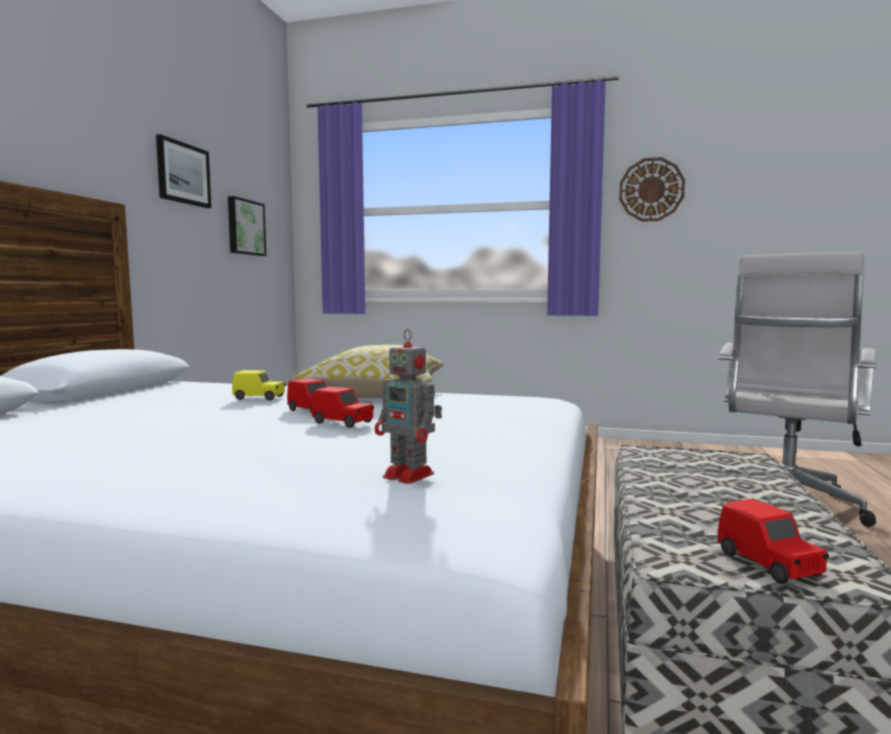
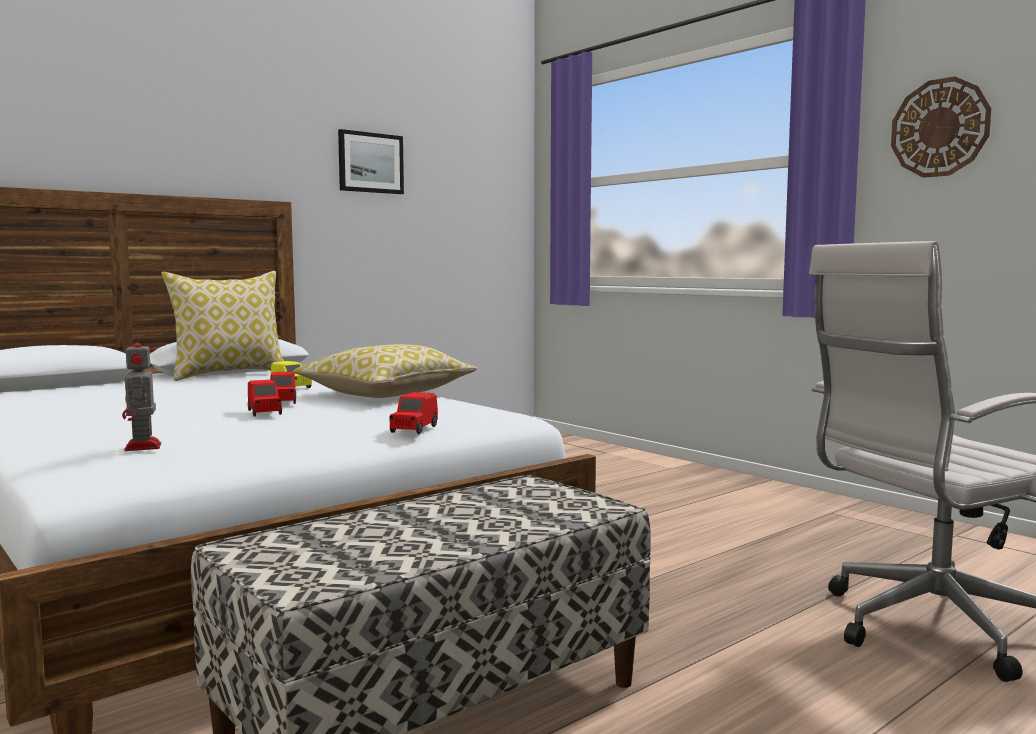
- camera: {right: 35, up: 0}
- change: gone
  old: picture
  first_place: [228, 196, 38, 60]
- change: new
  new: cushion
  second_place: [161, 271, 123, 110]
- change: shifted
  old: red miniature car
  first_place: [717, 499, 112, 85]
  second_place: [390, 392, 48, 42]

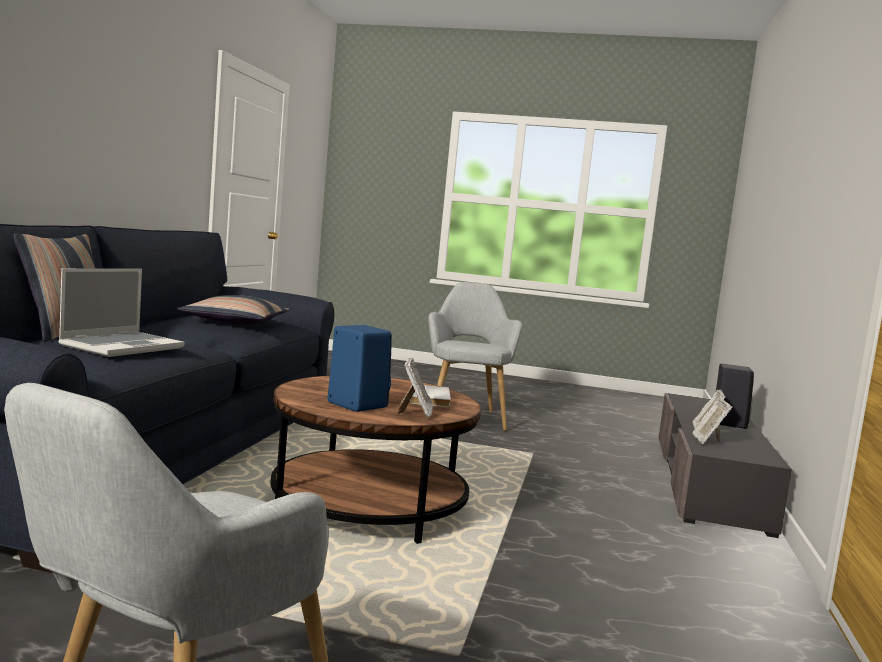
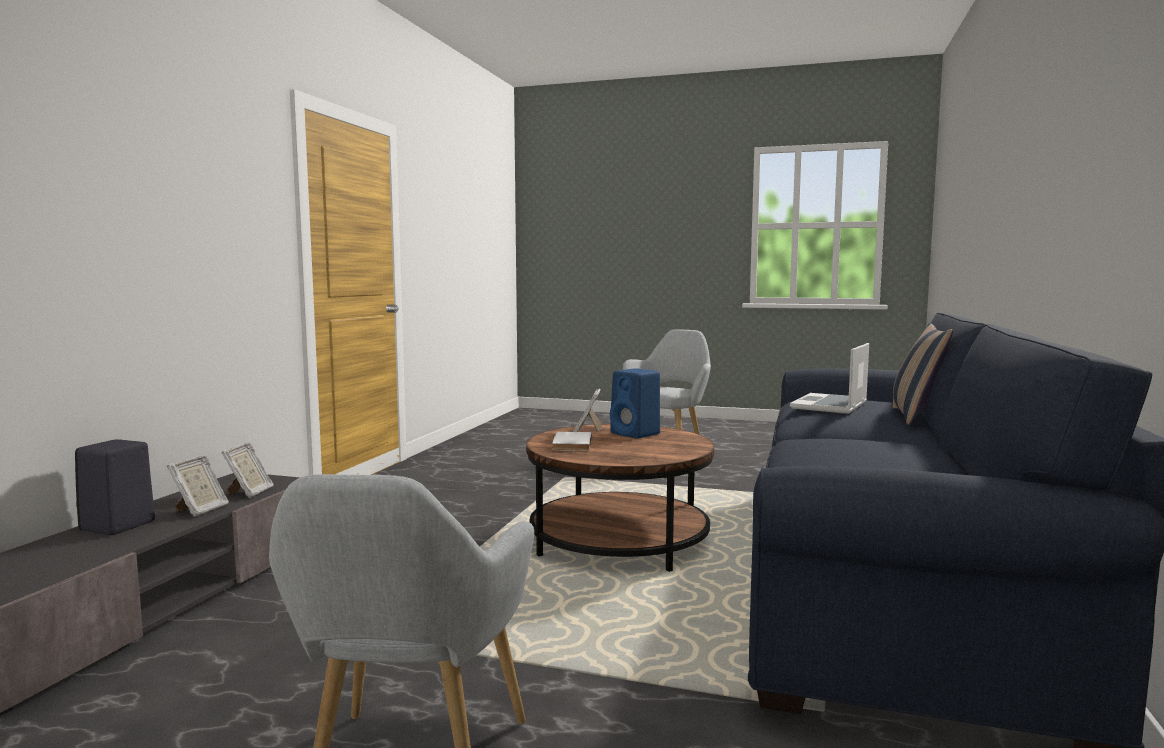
- camera: {right: -175, up: 0}
- change: gone
  old: cushion
  first_place: [177, 295, 112, 30]

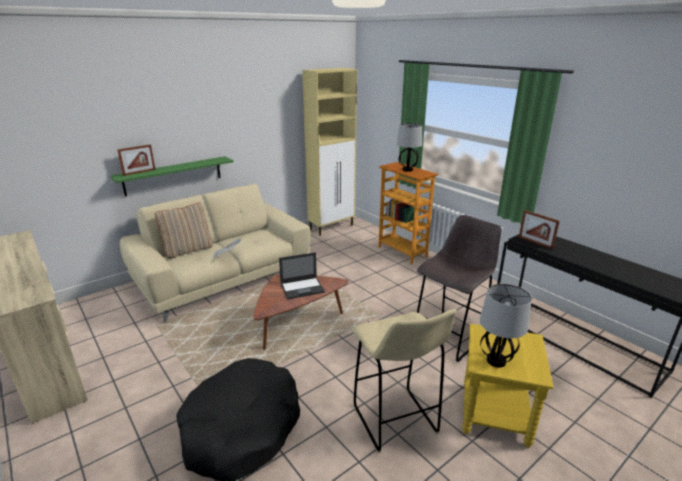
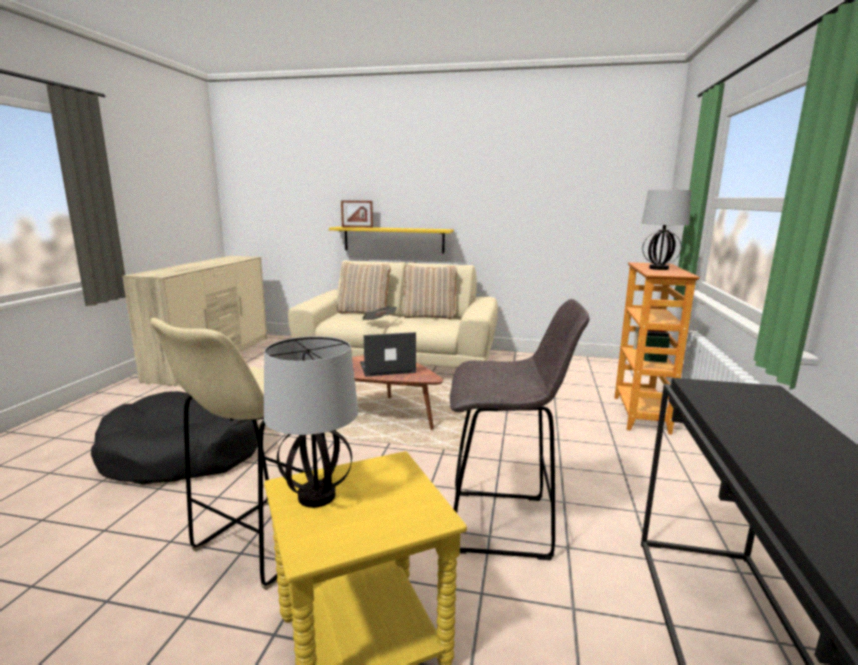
- camera: {right: 50, up: -10}
- change: gone
  old: beige-coloured cabinet
  first_place: [302, 68, 55, 168]
- change: gone
  old: picture frame
  first_place: [519, 210, 41, 39]
- change: new
  new: beige-coloured cushion
  second_place: [403, 265, 54, 54]
- change: repainted
  old: green shelf
  new: yellow-coloured shelf
  first_place: [111, 156, 122, 41]
  second_place: [329, 227, 125, 27]
- change: rotated
  old: portable computer
  first_place: [279, 252, 46, 47]
  second_place: [360, 332, 56, 45]
  degrees: 135

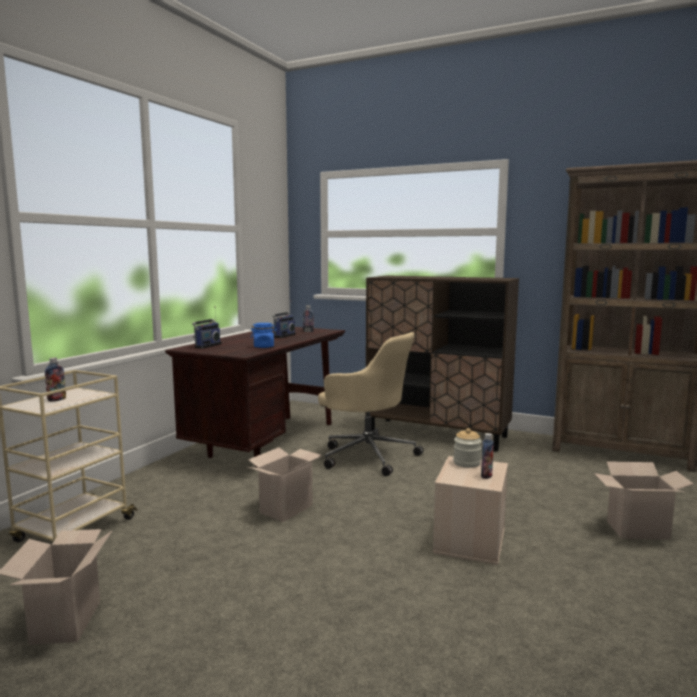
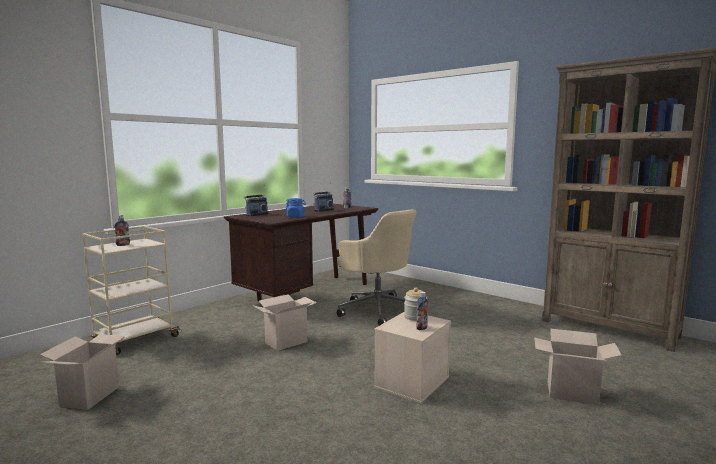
- camera: {right: 15, up: 0}
- change: gone
  old: brown-coloured cabinet
  first_place: [365, 276, 154, 176]

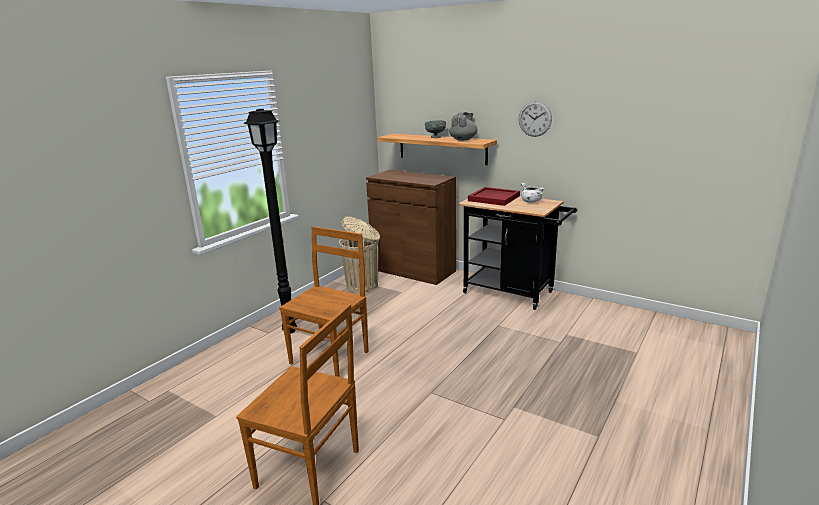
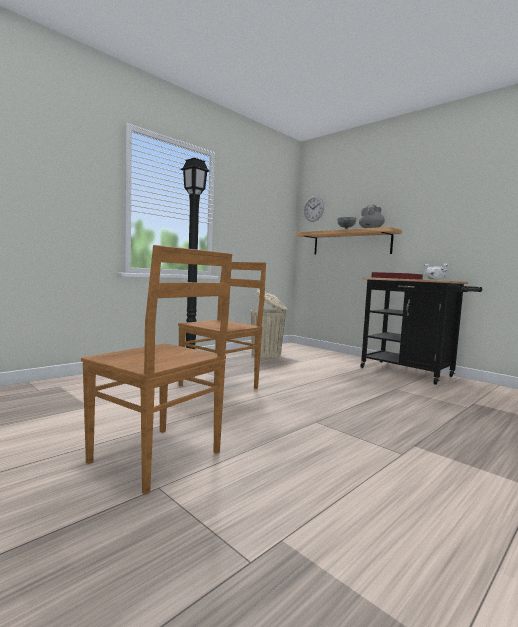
- camera: {right: 10, up: -15}
- change: gone
  old: brown-coloured cabinet
  first_place: [366, 170, 90, 115]
- change: shifted
  old: clock on the wall
  first_place: [519, 101, 33, 36]
  second_place: [304, 196, 20, 26]

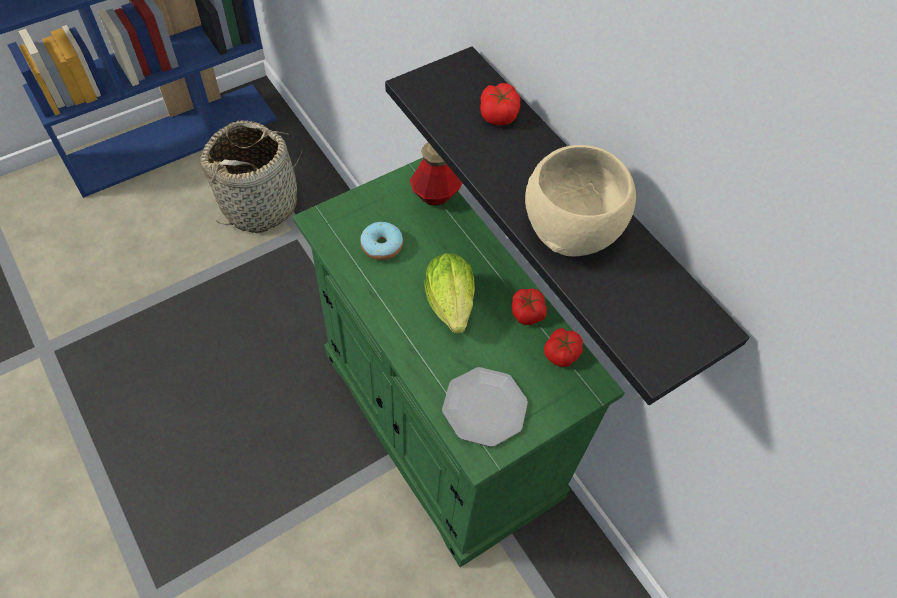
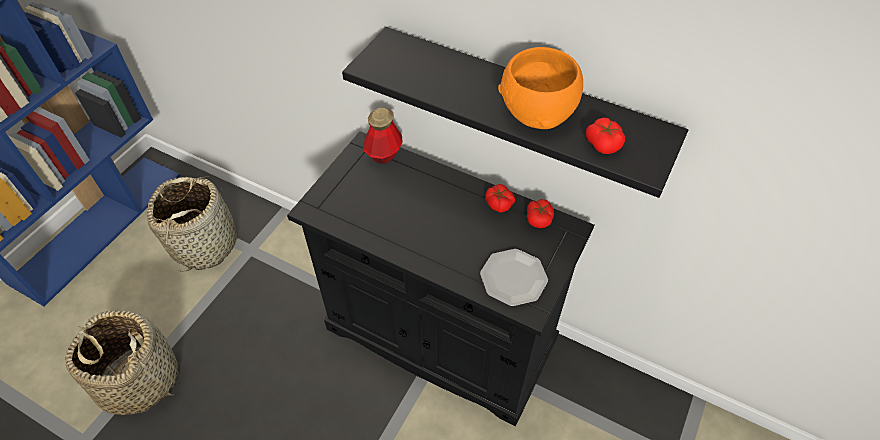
- camera: {right: -25, up: -5}
- change: gone
  old: donut
  first_place: [360, 222, 43, 38]
- change: gone
  old: lettuce head
  first_place: [424, 253, 51, 81]
- change: new
  new: household basket
  second_place: [65, 310, 114, 105]
- change: shifted
  old: fresh tomato
  first_place: [480, 83, 40, 43]
  second_place: [586, 118, 39, 36]
- change: repainted
  old: green cabinet
  new: blackish cabinet
  first_place: [293, 158, 332, 409]
  second_place: [287, 131, 307, 295]
- change: repainted
  old: beige-coloured deep dish
  new: orangey deep dish
  first_place: [525, 145, 111, 111]
  second_place: [498, 47, 85, 82]

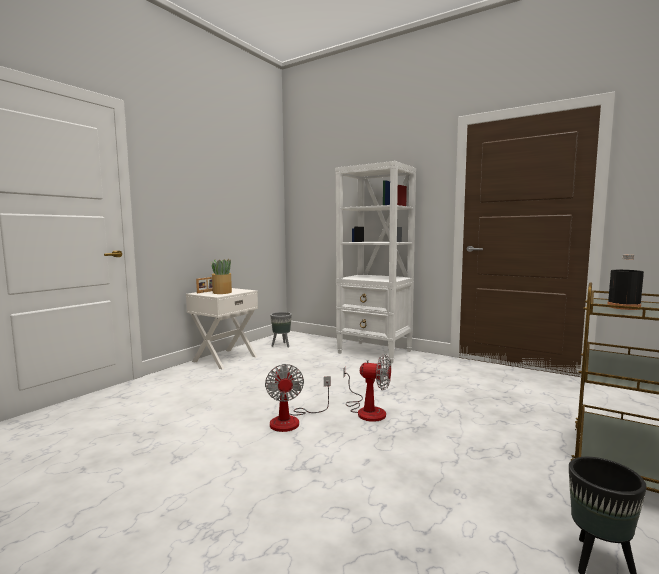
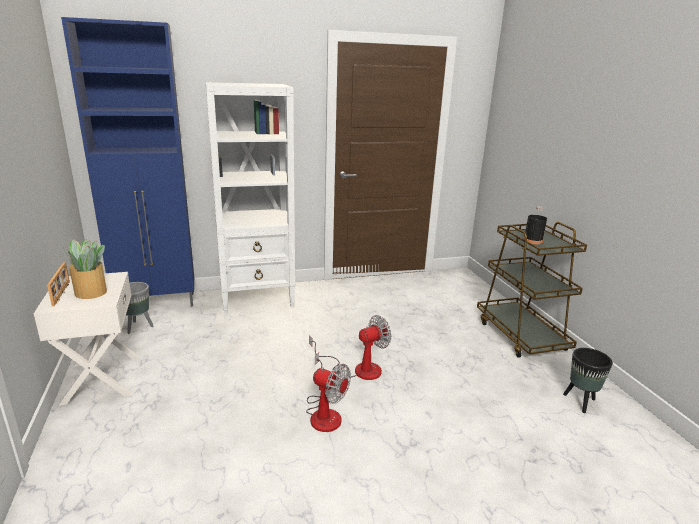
- camera: {right: -50, up: 15}
- change: new
  new: bluish cabinet
  second_place: [61, 17, 133, 290]

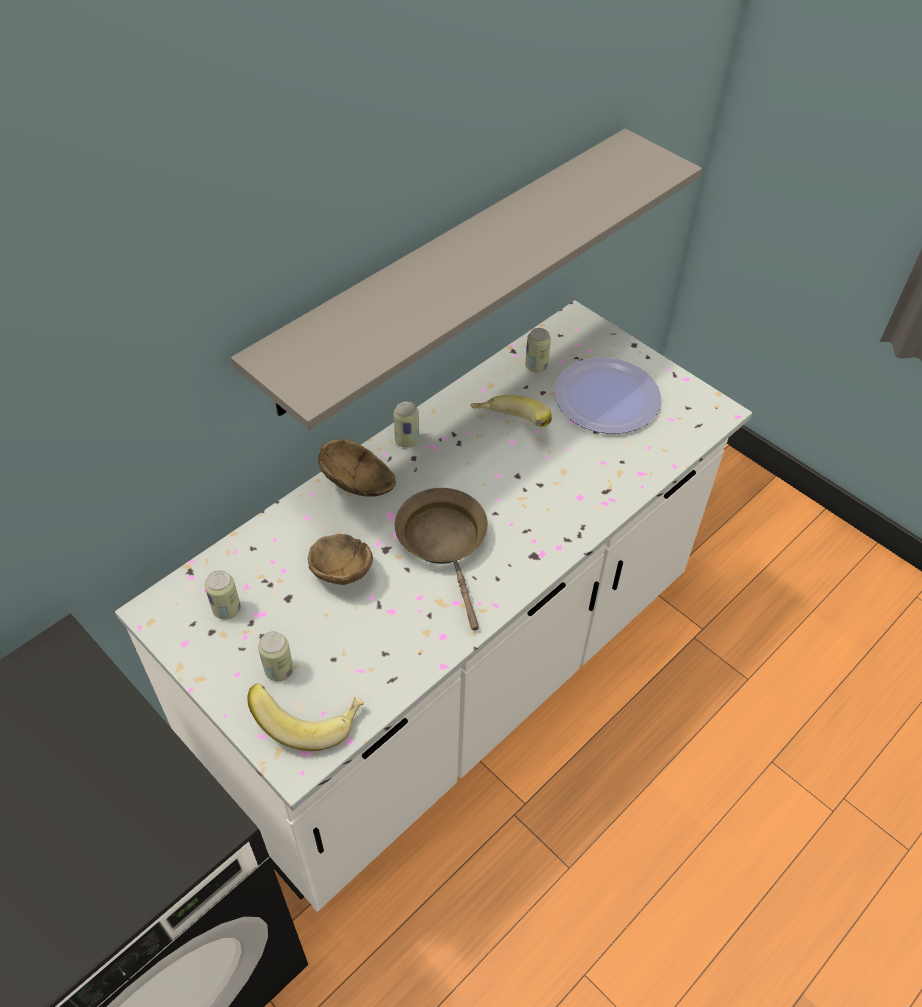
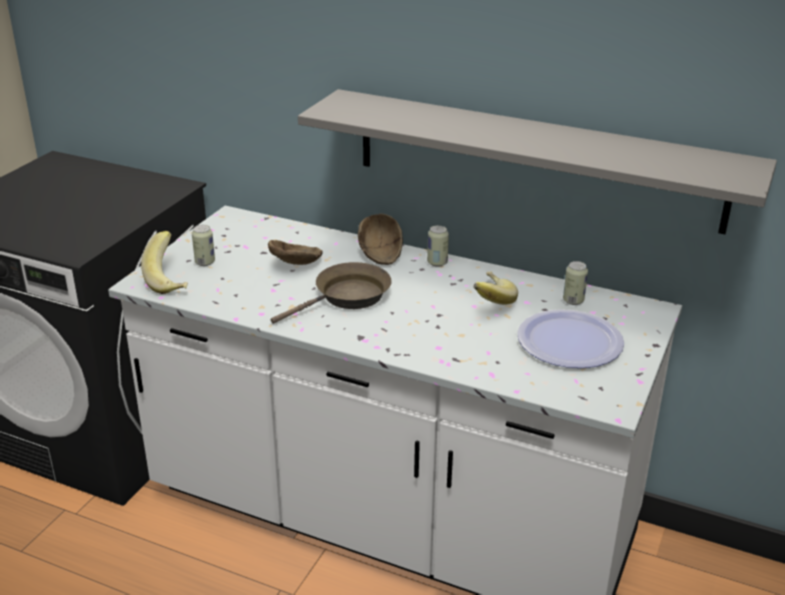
- camera: {right: 70, up: -20}
- change: gone
  old: sealed can
  first_place: [205, 571, 36, 49]

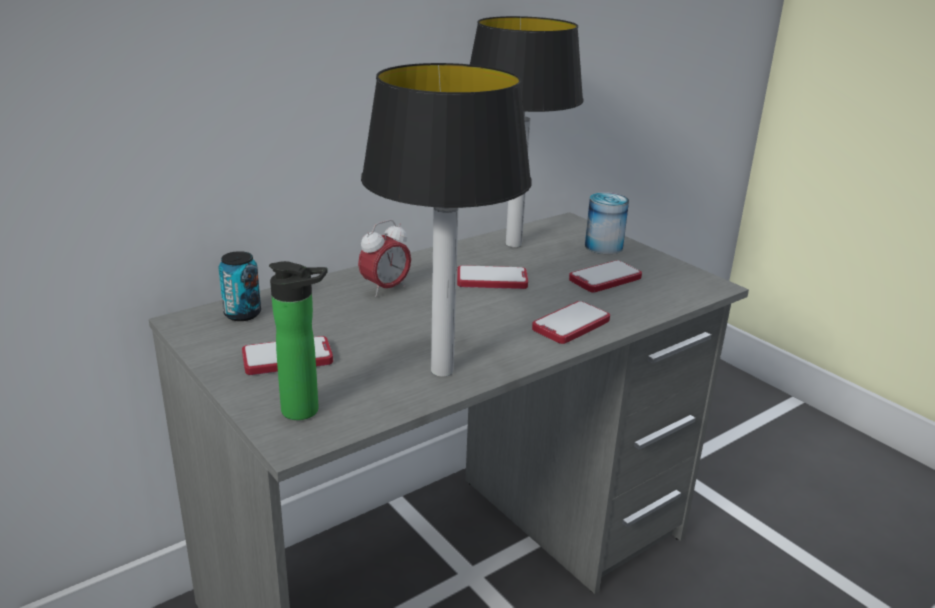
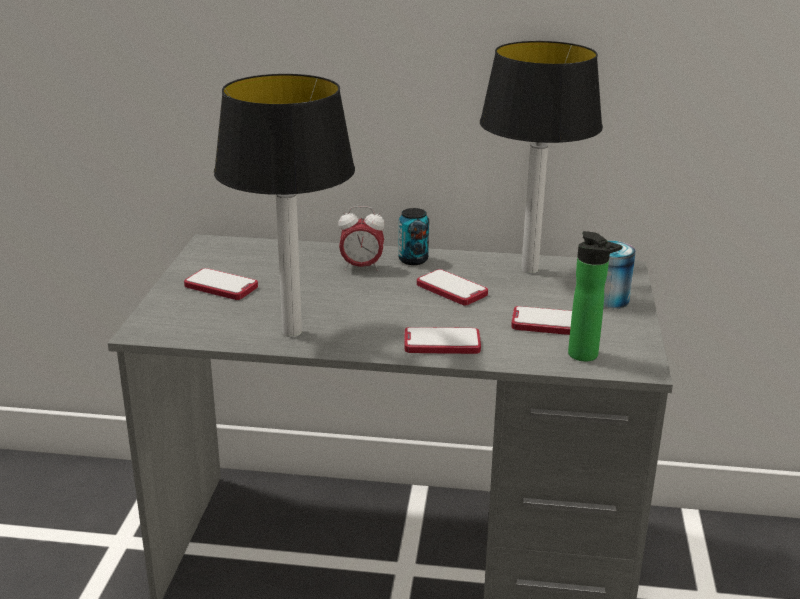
- camera: {right: 45, up: 0}
- change: shifted
  old: sealed can
  first_place: [218, 251, 43, 70]
  second_place: [398, 208, 31, 57]
- change: shifted
  old: beverage bottle
  first_place: [269, 261, 59, 159]
  second_place: [568, 231, 54, 130]

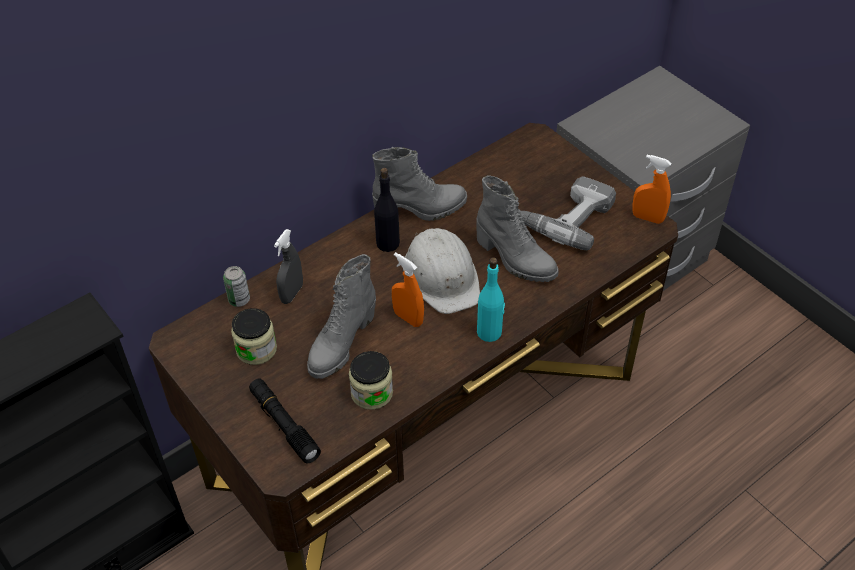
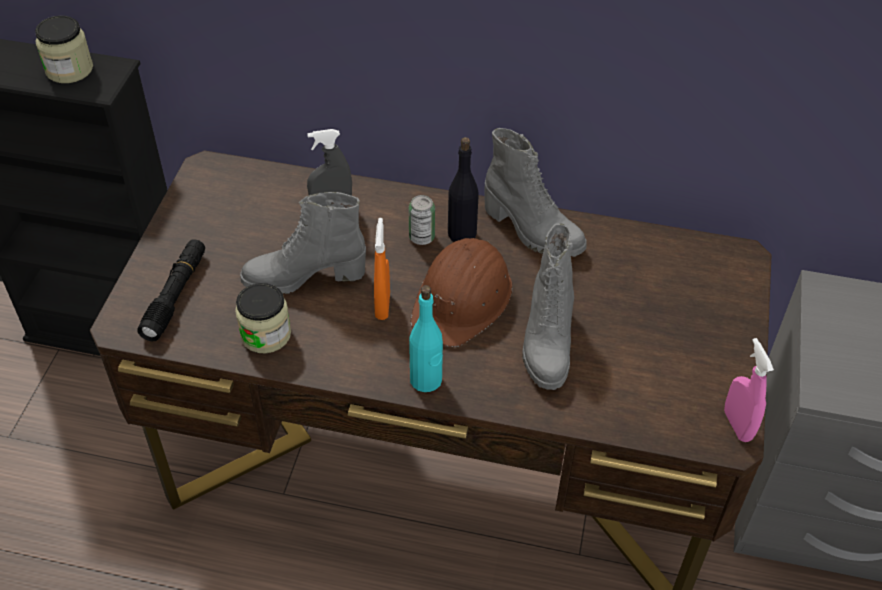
- camera: {right: 50, up: 0}
- change: gone
  old: drill
  first_place: [520, 176, 96, 74]
- change: shifted
  old: sealed can
  first_place: [223, 266, 27, 41]
  second_place: [409, 195, 26, 50]
- change: shifted
  old: jar
  first_place: [231, 308, 46, 57]
  second_place: [35, 16, 58, 67]
- change: repainted
  old: white hard hat
  new: brown-coloured hard hat
  first_place: [403, 228, 77, 86]
  second_place: [410, 238, 102, 109]
- change: repainted
  old: orangey spray bottle
  new: pink-coloured spray bottle
  first_place: [632, 155, 39, 69]
  second_place: [724, 338, 50, 104]

